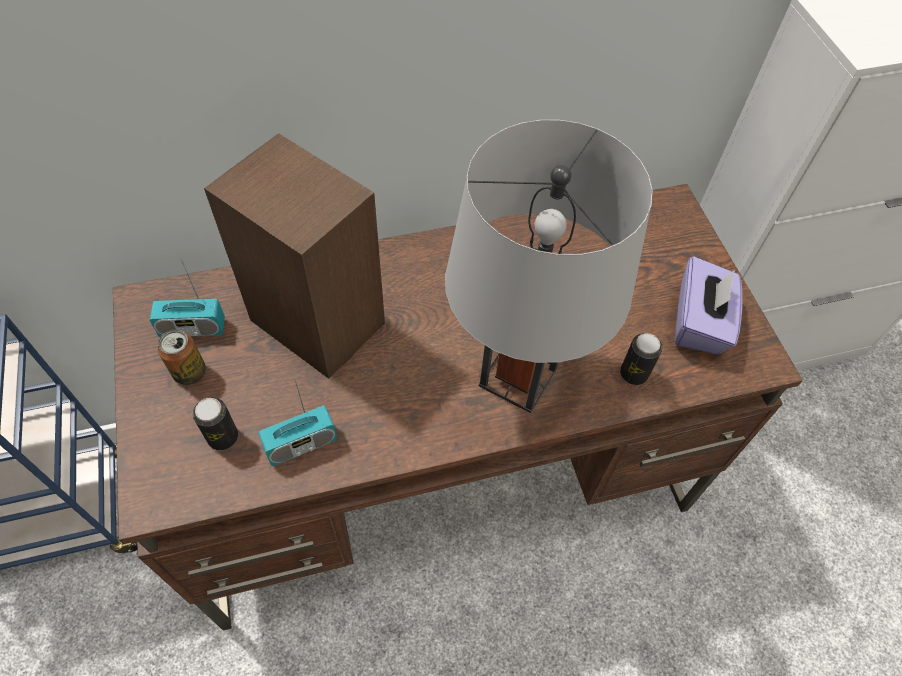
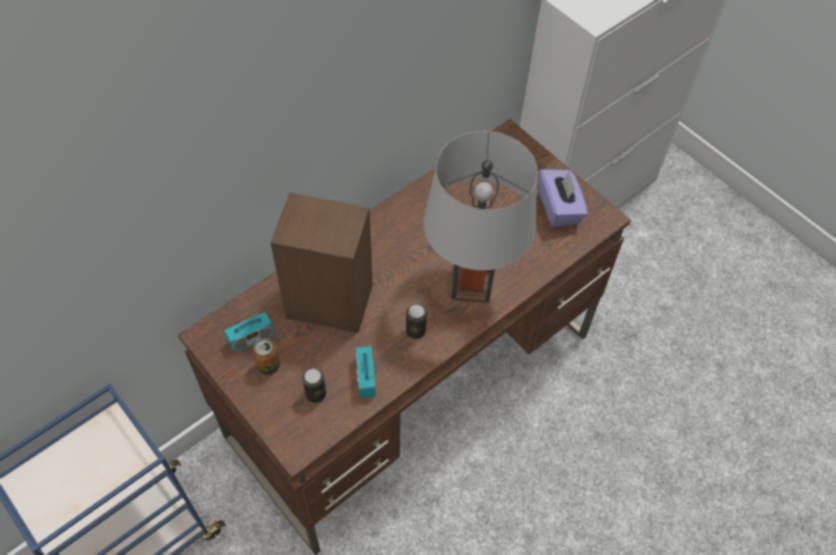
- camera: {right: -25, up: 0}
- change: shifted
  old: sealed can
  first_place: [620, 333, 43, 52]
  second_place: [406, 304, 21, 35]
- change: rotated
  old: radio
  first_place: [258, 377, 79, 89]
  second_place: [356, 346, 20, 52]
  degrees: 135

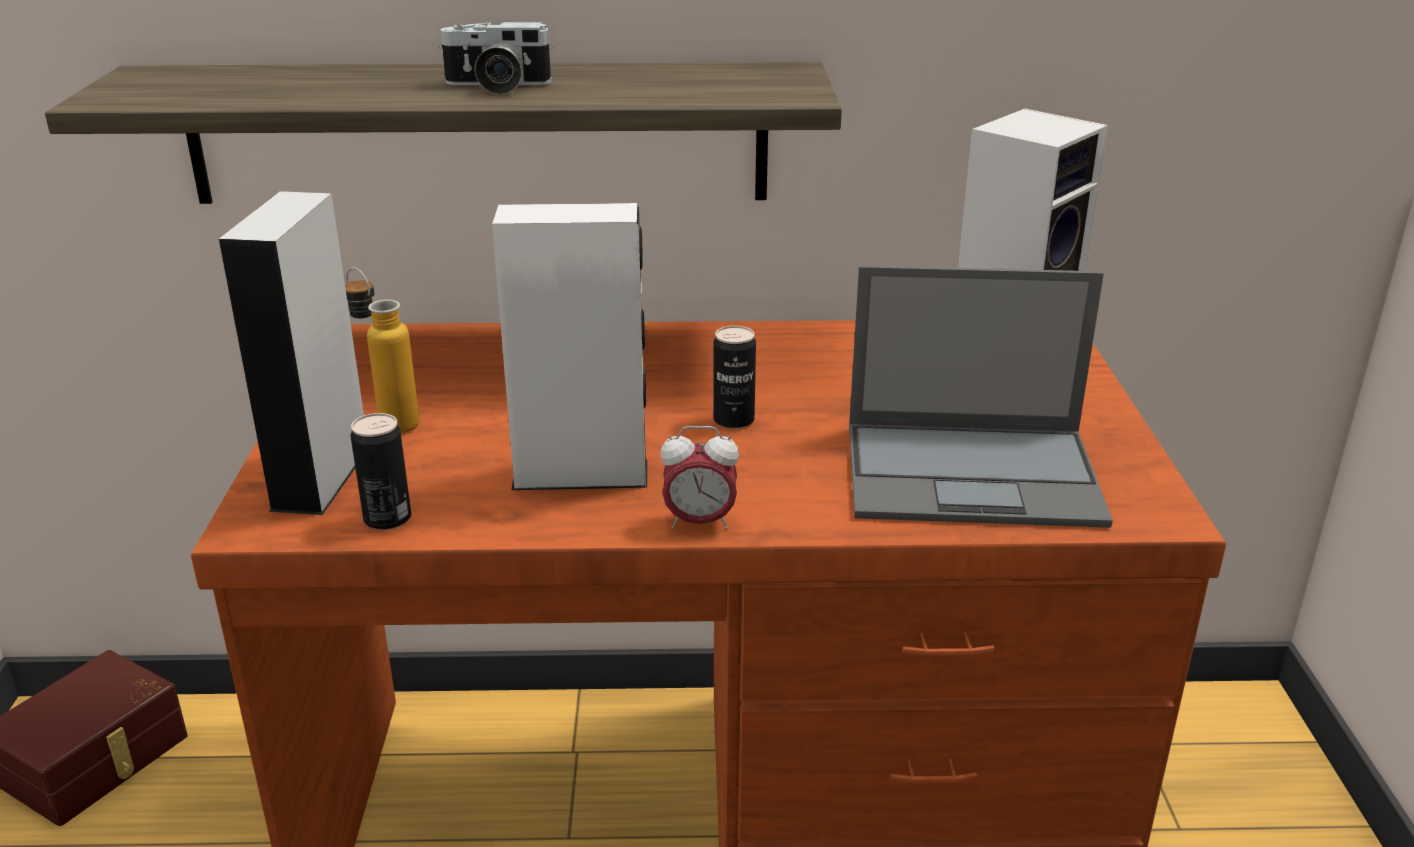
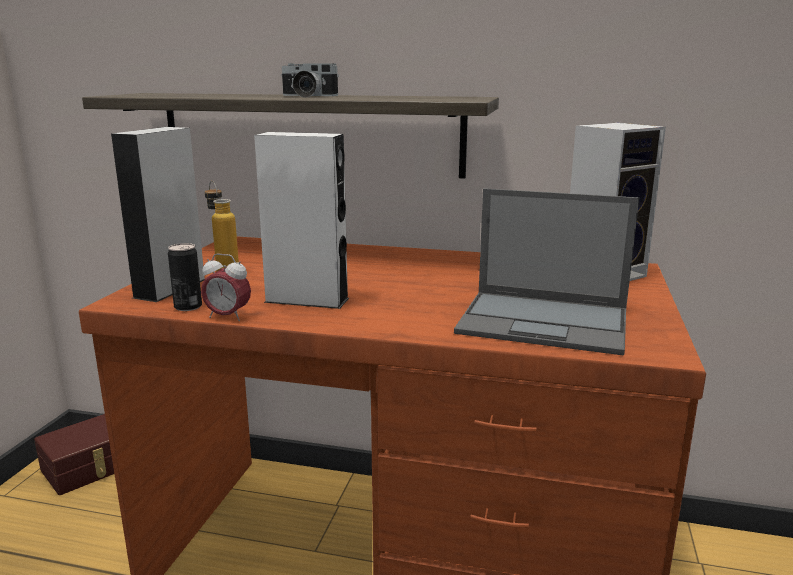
- camera: {right: 15, up: -10}
- change: gone
  old: sealed can
  first_place: [713, 326, 43, 103]
- change: shifted
  old: bedside clock
  first_place: [660, 426, 79, 104]
  second_place: [201, 253, 50, 68]

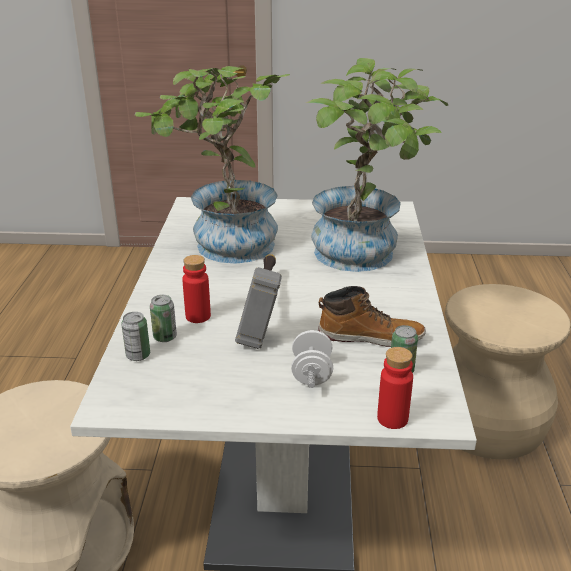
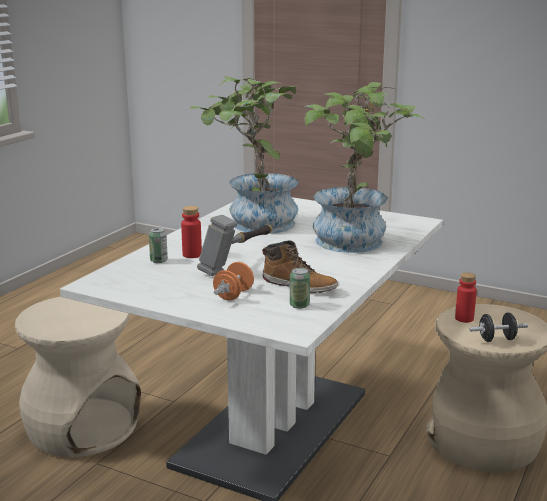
- camera: {right: 25, up: -10}
- change: gone
  old: sealed can
  first_place: [121, 312, 29, 49]
- change: new
  new: blackish free weight
  second_place: [469, 312, 59, 30]
- change: shifted
  old: red beverage bottle
  first_place: [377, 347, 36, 82]
  second_place: [455, 272, 22, 51]
- change: repainted
  old: white free weight
  new: orangey free weight
  first_place: [291, 330, 42, 58]
  second_place: [213, 262, 41, 38]

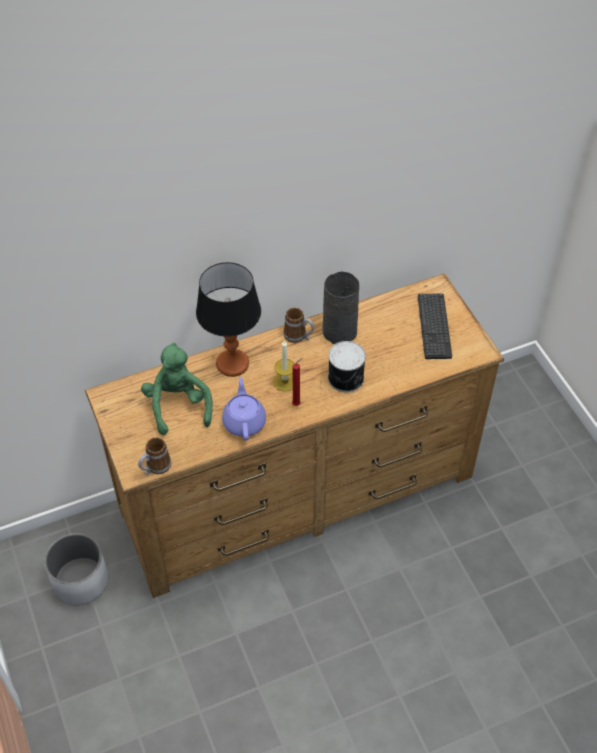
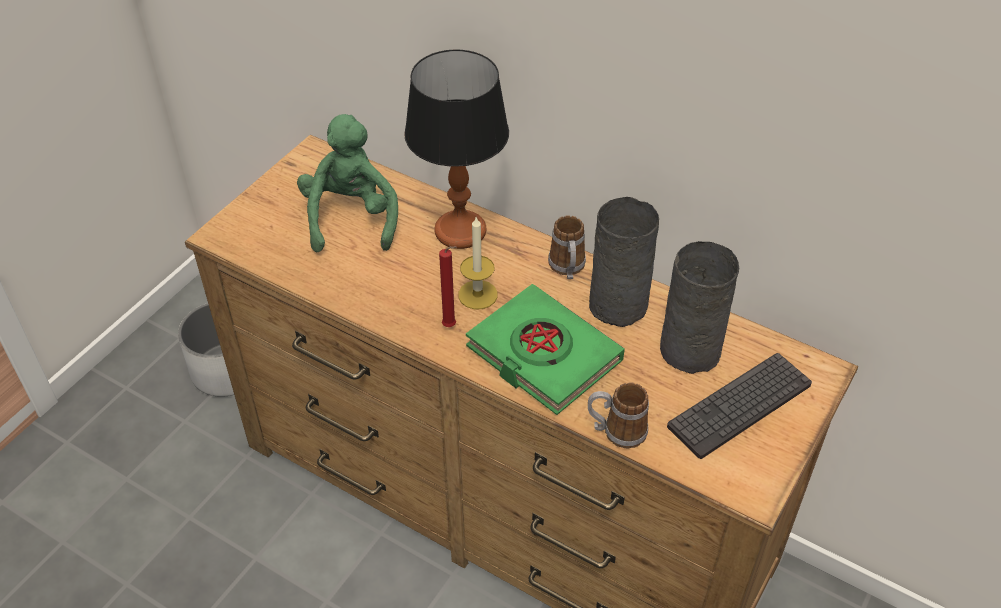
- camera: {right: 55, up: -5}
- change: gone
  old: purple pot for tea
  first_place: [222, 377, 44, 64]
- change: new
  new: greyish flower vase
  second_place: [660, 241, 79, 133]
- change: shifted
  old: coffee mug
  first_place: [138, 437, 33, 38]
  second_place: [588, 382, 61, 66]
- change: swapped
  old: sealed can
  new: green bound book
  first_place: [328, 341, 38, 51]
  second_place: [466, 284, 159, 131]
- change: rotated
  old: green soft toy
  first_place: [141, 343, 72, 92]
  second_place: [297, 114, 101, 138]
  degrees: -45

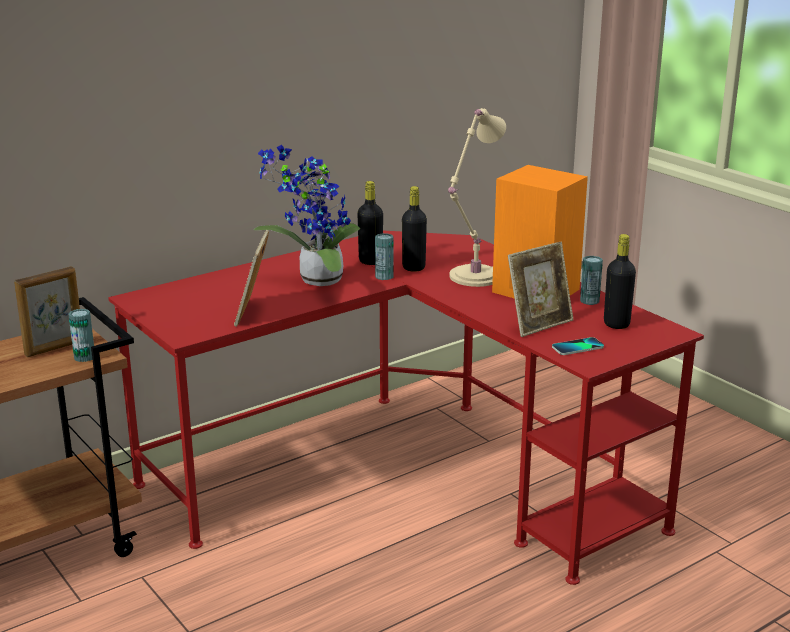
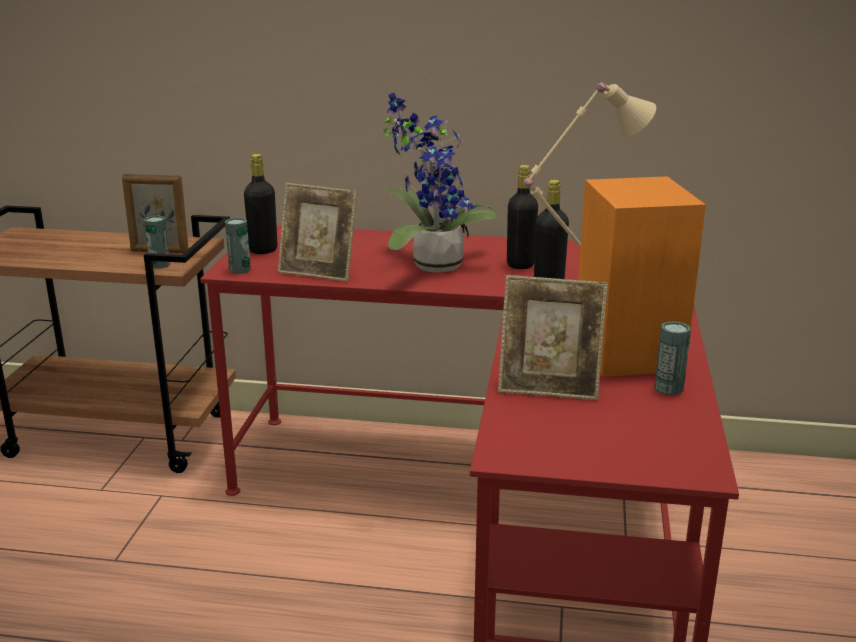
- camera: {right: 45, up: 0}
- change: gone
  old: phone
  first_place: [552, 337, 52, 18]
- change: shifted
  old: sealed can
  first_place: [375, 233, 19, 47]
  second_place: [225, 218, 26, 56]
- change: shifted
  old: blackish beverage bottle
  first_place: [604, 234, 32, 95]
  second_place: [244, 154, 33, 100]
- change: rotated
  old: picture frame
  first_place: [234, 230, 35, 97]
  second_place: [278, 183, 79, 99]
  degrees: -120

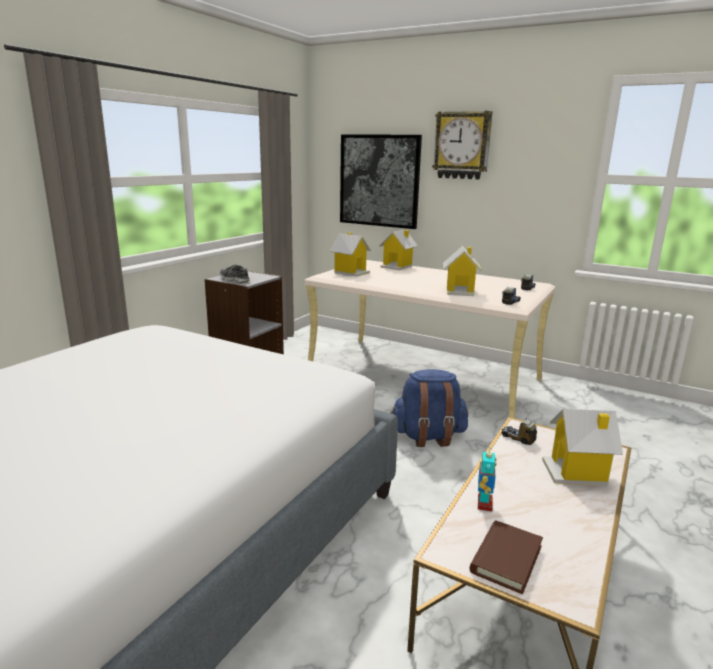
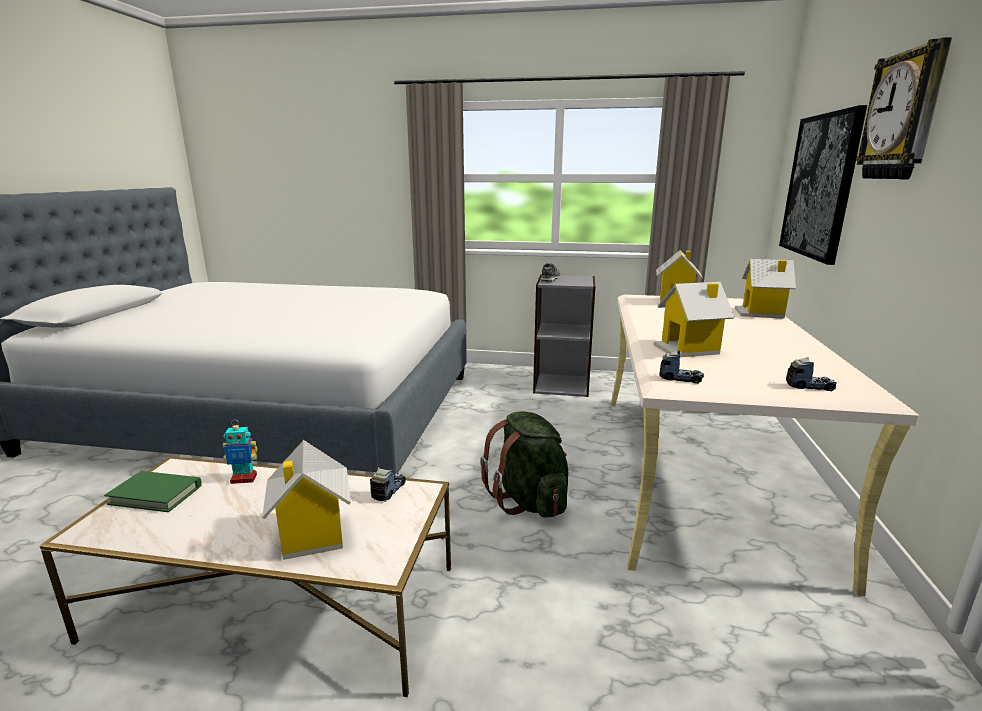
- camera: {right: 70, up: 0}
- change: repainted
  old: bluish rucksack
  new: green rucksack
  first_place: [390, 369, 78, 78]
  second_place: [480, 411, 88, 107]
- change: repainted
  old: brown-coloured bound book
  new: green bound book
  first_place: [470, 520, 73, 74]
  second_place: [104, 471, 98, 41]

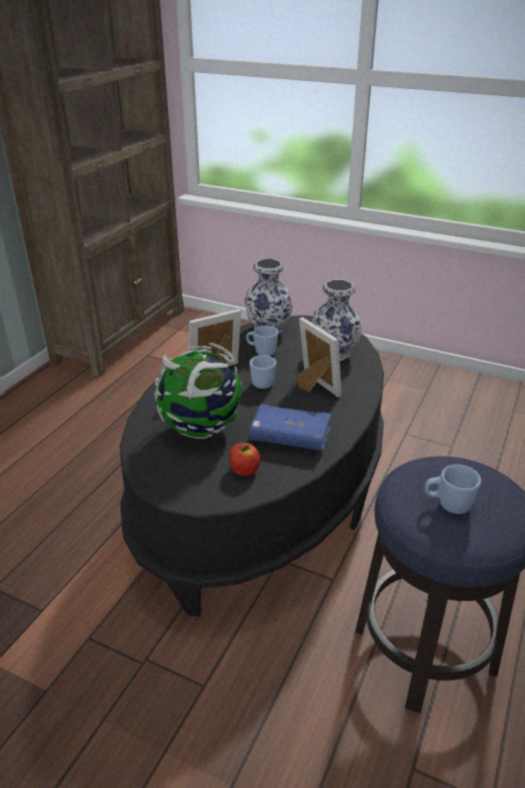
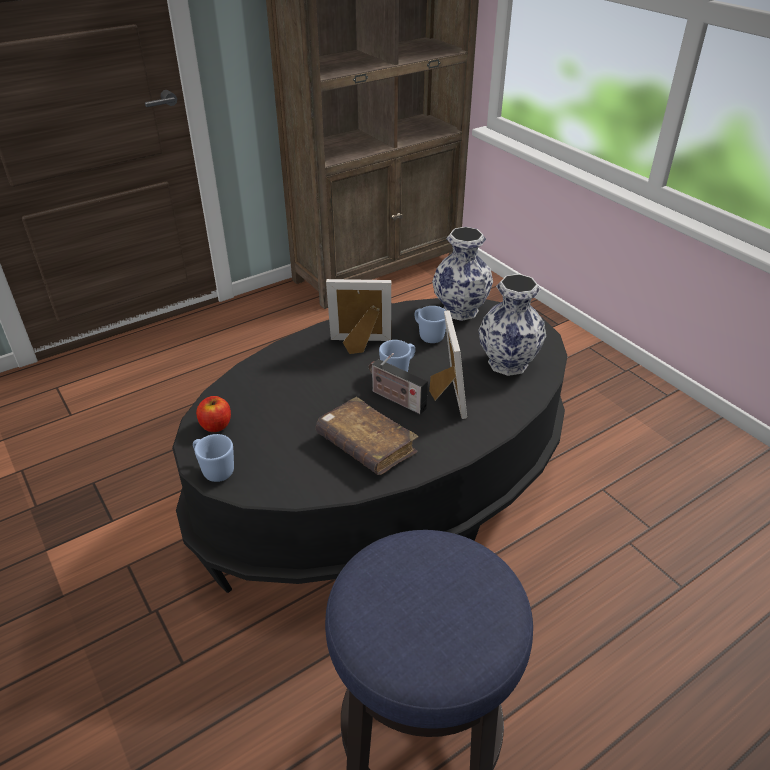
- camera: {right: 30, up: 5}
- change: gone
  old: desk globe
  first_place: [154, 343, 88, 96]
- change: new
  new: radio
  second_place: [369, 353, 59, 61]
- change: shifted
  old: apple
  first_place: [229, 443, 31, 33]
  second_place: [196, 396, 35, 36]
- change: shifted
  old: bluish coffee mug
  first_place: [425, 464, 56, 50]
  second_place: [193, 434, 41, 48]
- change: repainted
  old: bluish bound book
  new: brown-coloured bound book
  first_place: [249, 404, 82, 47]
  second_place: [316, 397, 102, 78]

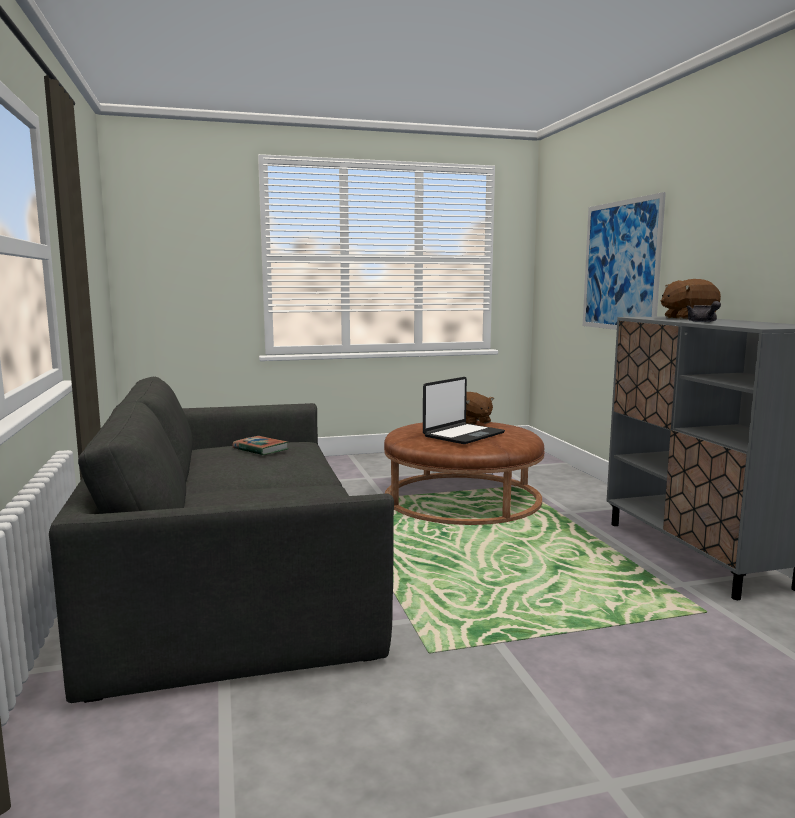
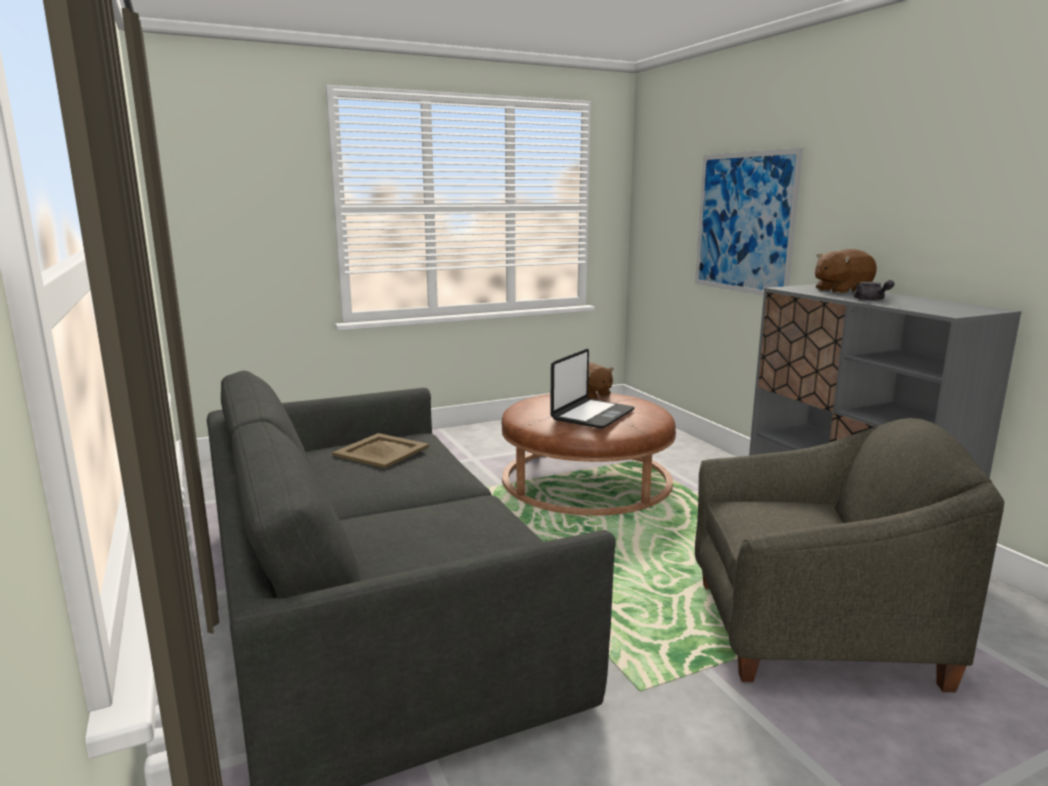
- camera: {right: -10, up: 5}
- change: new
  new: greyish armchair
  second_place: [695, 418, 309, 274]
- change: swapped
  old: bound book
  new: beige-coloured carrying tray
  first_place: [233, 436, 55, 19]
  second_place: [332, 433, 97, 35]

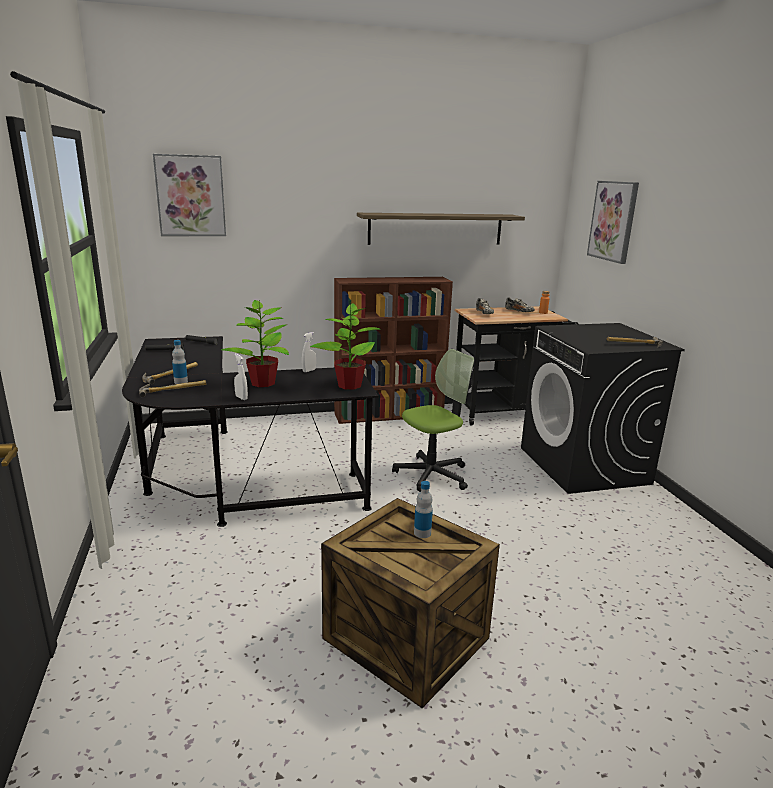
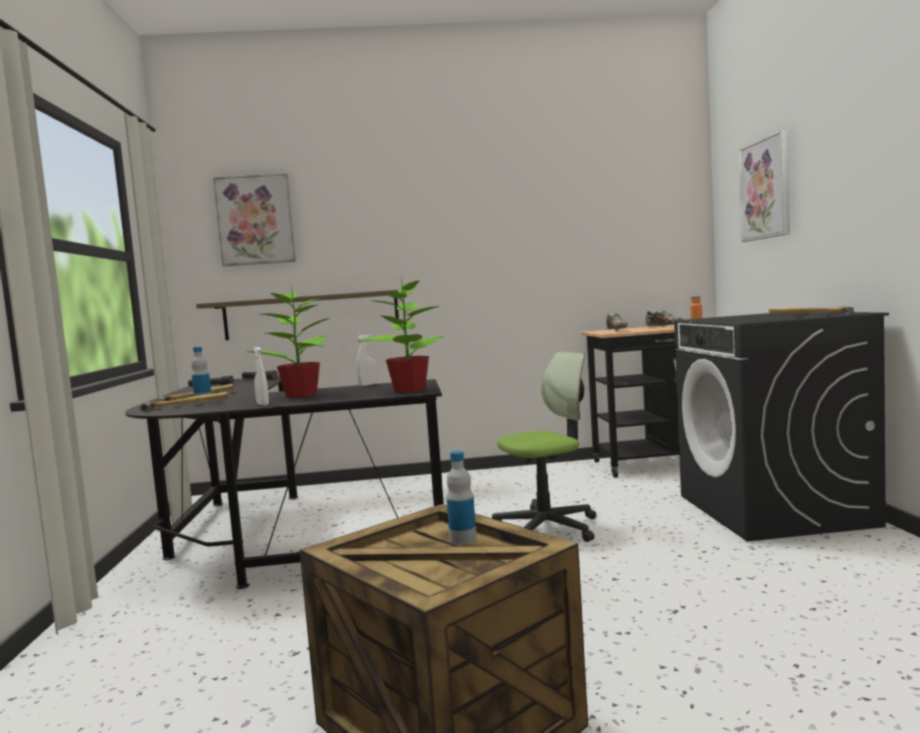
- camera: {right: 10, up: -15}
- change: gone
  old: brown-coloured bookcase
  first_place: [334, 277, 119, 147]
- change: shifted
  old: shelf
  first_place: [357, 213, 168, 32]
  second_place: [196, 290, 203, 50]

